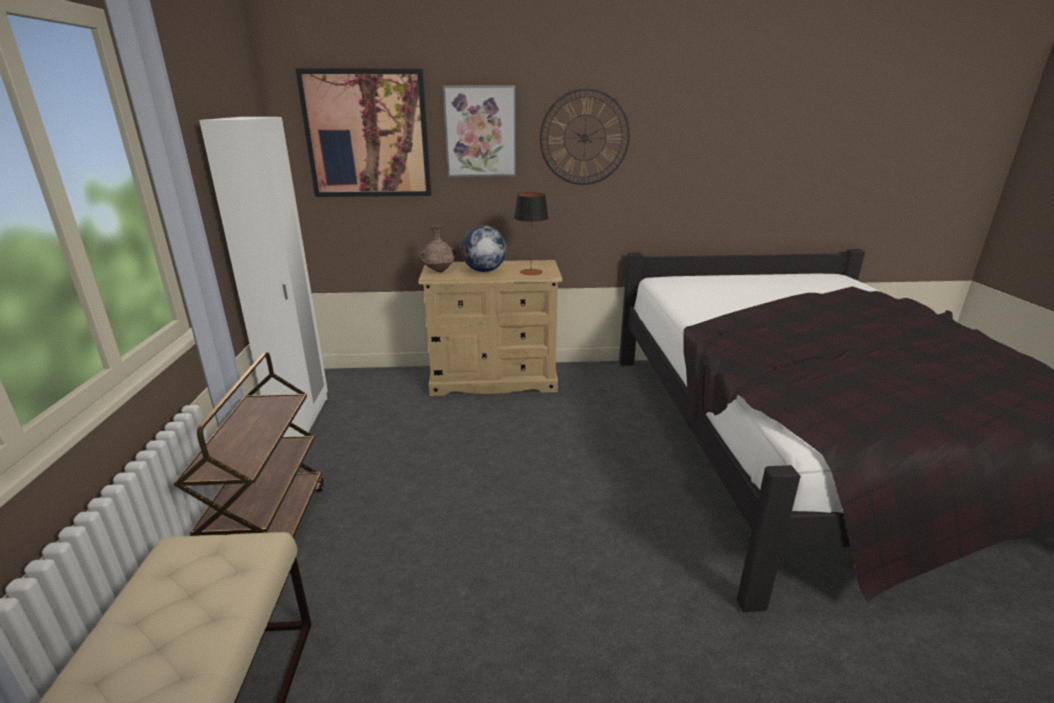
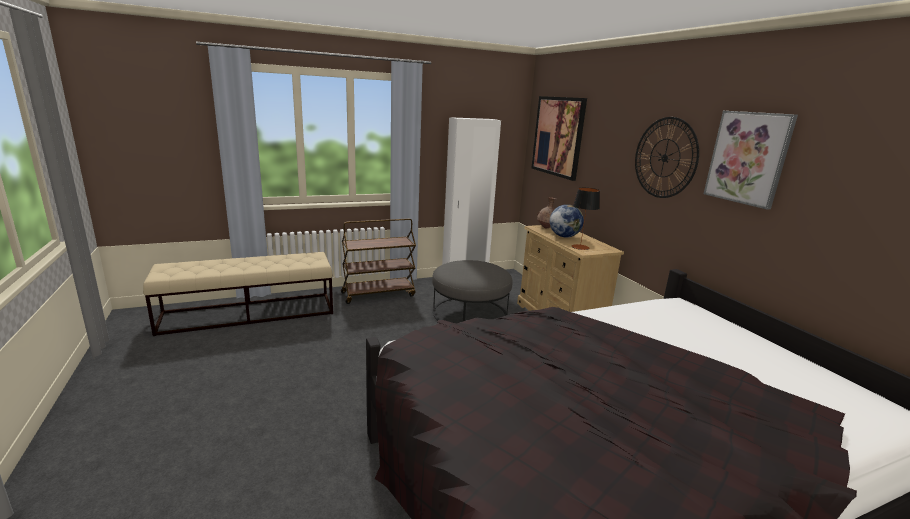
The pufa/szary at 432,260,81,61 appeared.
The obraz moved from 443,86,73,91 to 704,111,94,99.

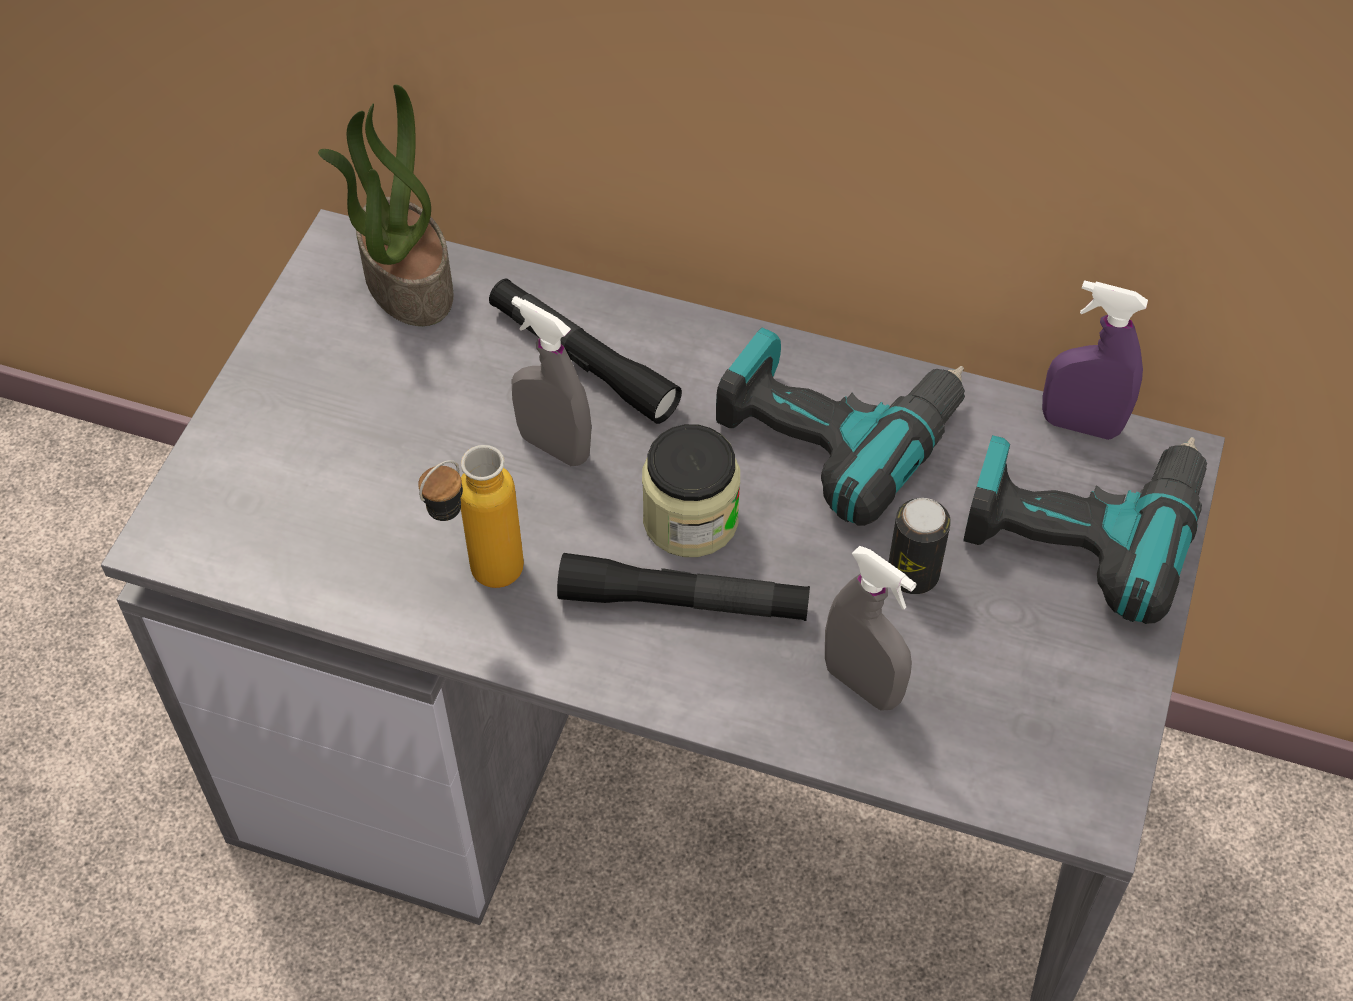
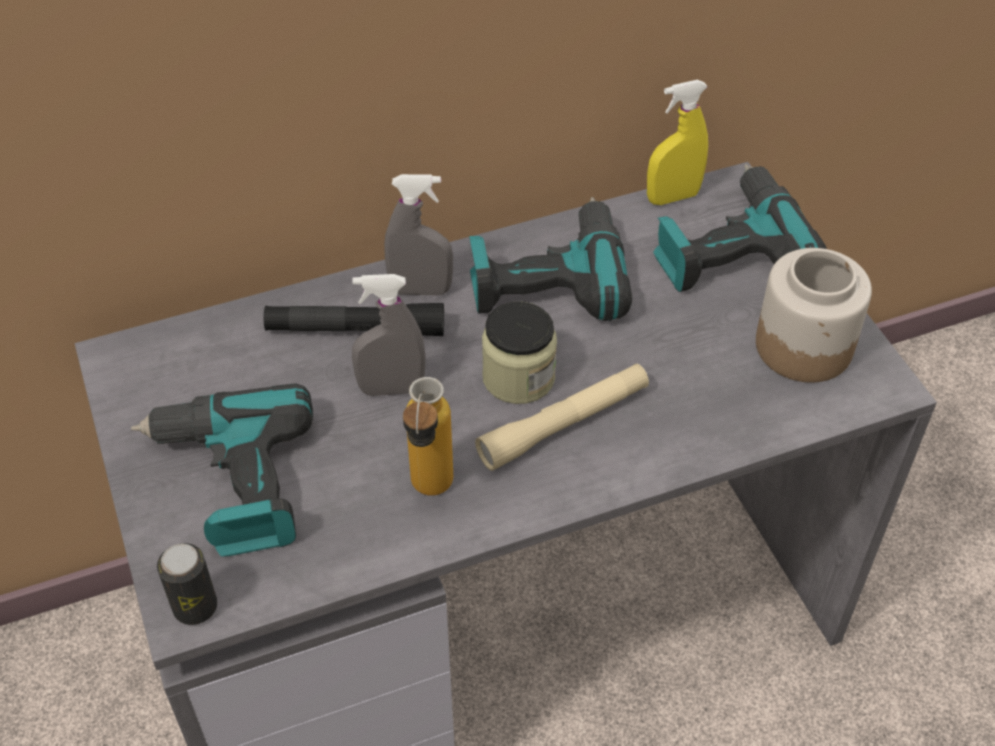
The roślina doniczkowa at 318,84,136,242 disappeared.
The wiertarka at 131,383,182,174 appeared.
The słoik at 756,248,116,135 appeared.
The spryskiwacz/szary moved from 825,546,91,165 to 384,174,69,122.
The puszka moved from 889,498,62,96 to 157,543,60,82.
The latarka/czarny at 557,553,253,68 became the latarka/beżowy at 475,364,174,107.
The spryskiwacz/fioletowy at 1042,280,106,160 became the spryskiwacz/żółty at 647,80,61,125.

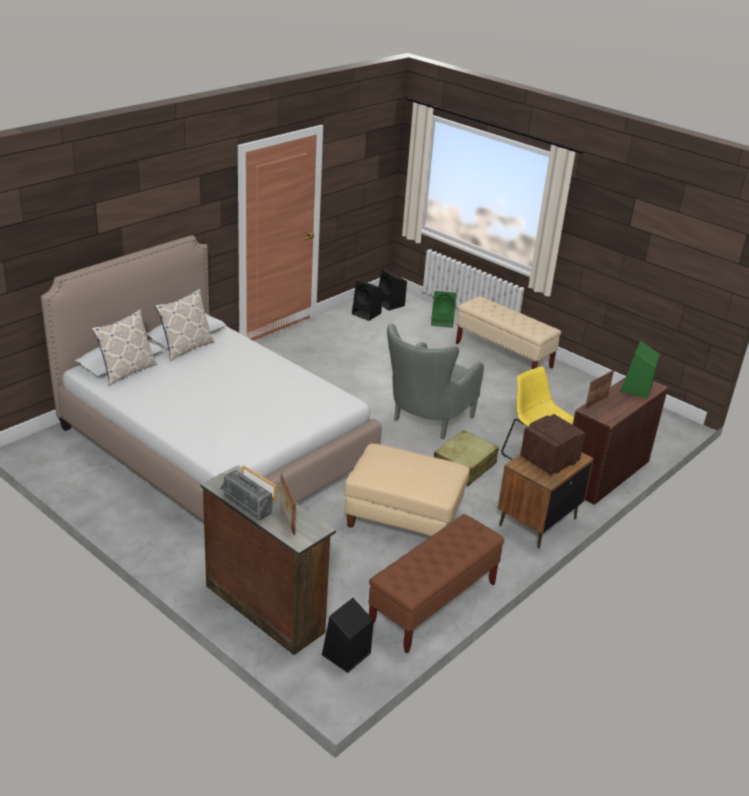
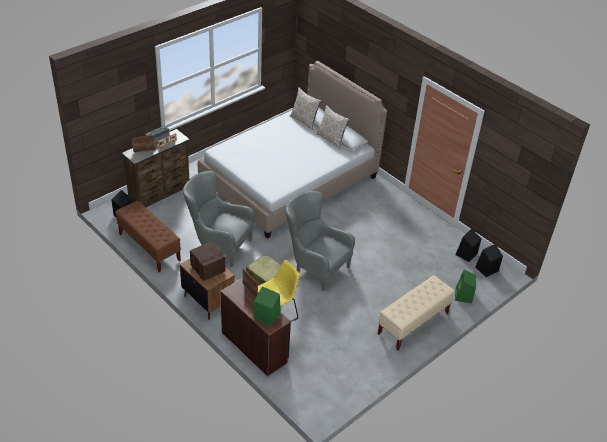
The pufa/beżowy at 344,443,126,93 was replaced by the fotel/szary at 183,171,71,96.

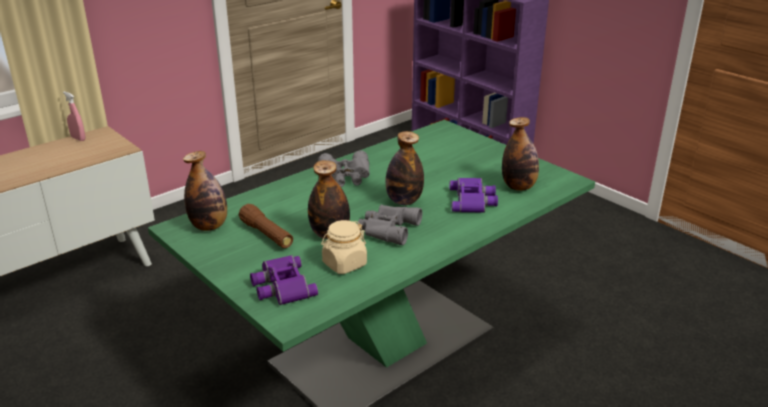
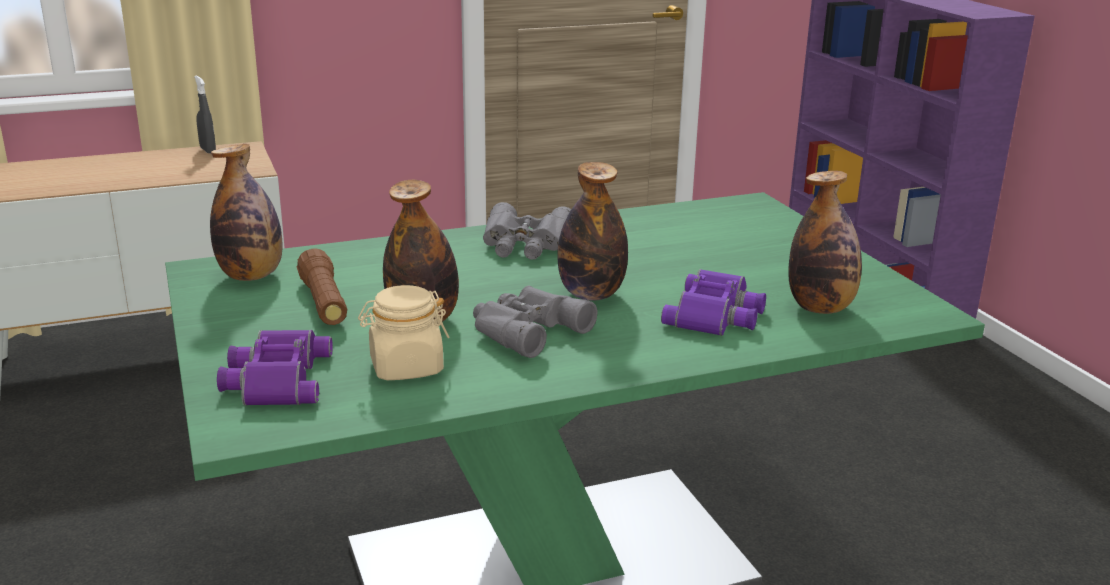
The spryskiwacz/różowy at 63,92,22,49 became the spryskiwacz/szary at 194,76,22,78.

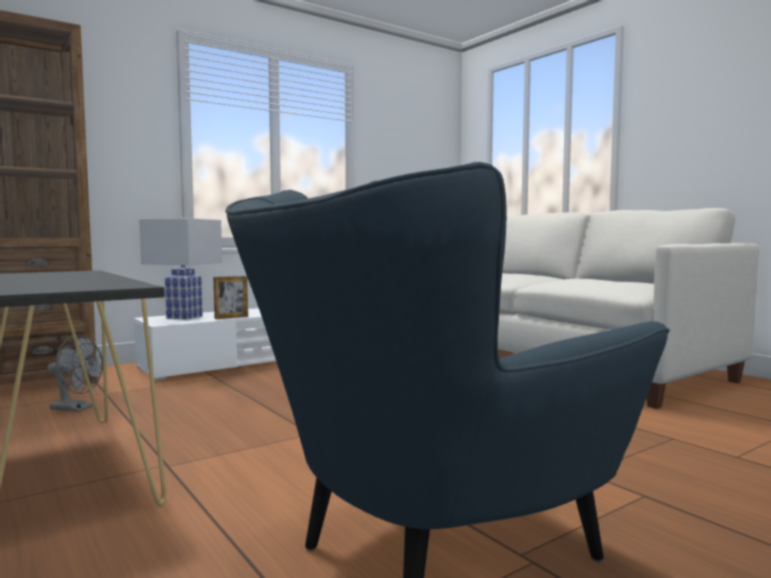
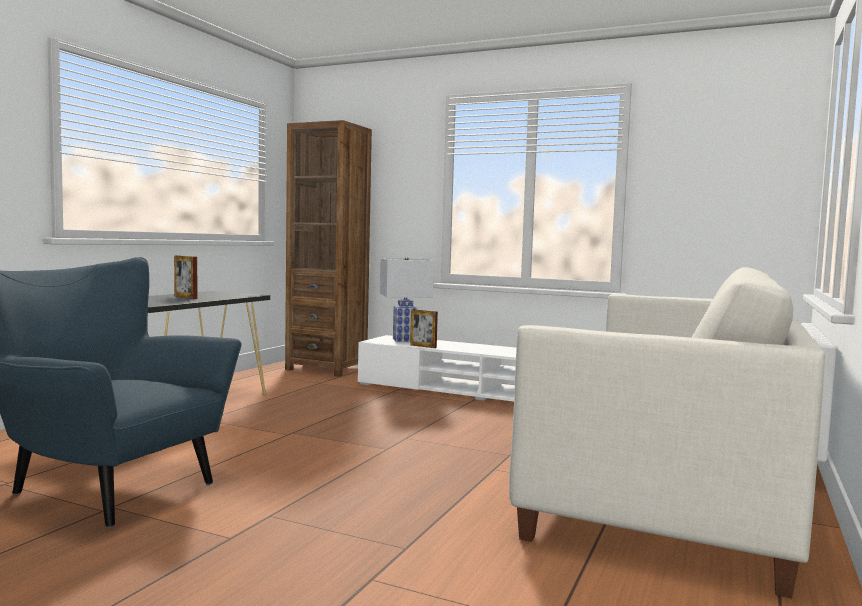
The wentylator/szary at 47,335,56,77 disappeared.
The ramka na zdjęcie at 174,255,23,44 appeared.

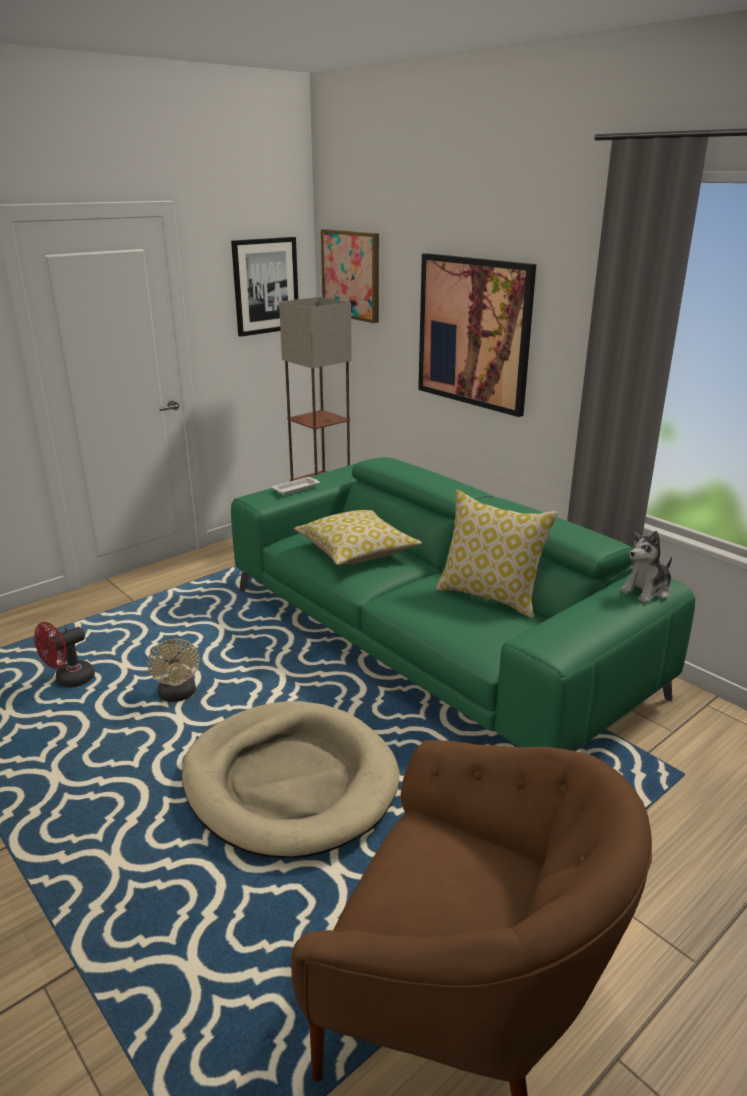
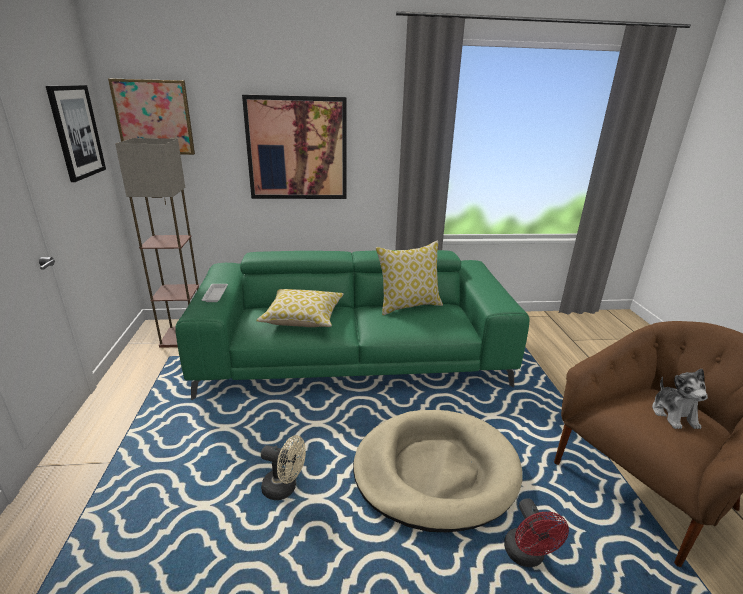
The wentylator/czerwony moved from 34,622,61,66 to 504,498,65,69.
The pluszak moved from 620,531,52,72 to 652,369,56,60.

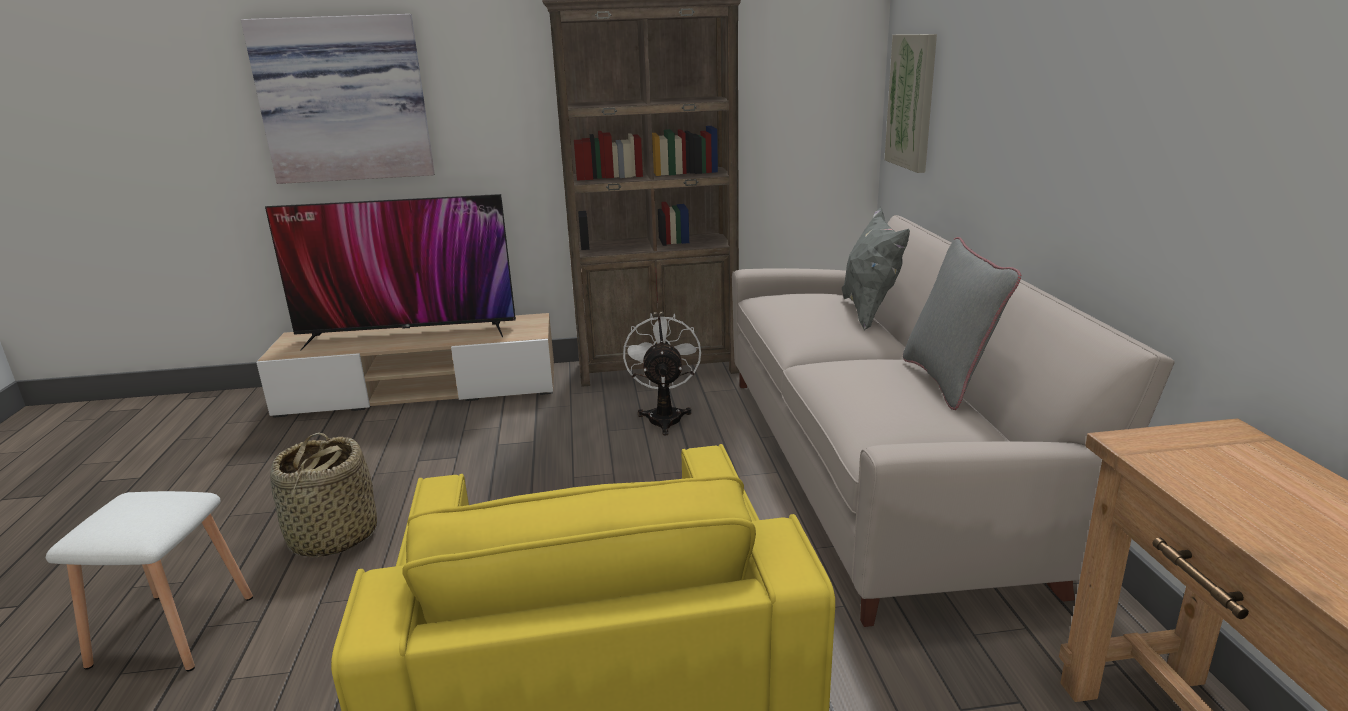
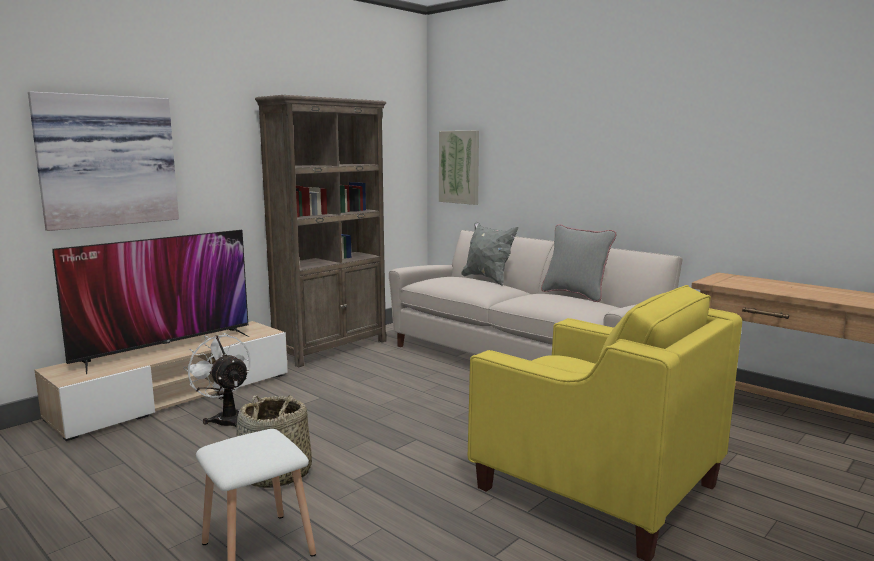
The wentylator/biały moved from 623,313,78,123 to 183,333,68,94.

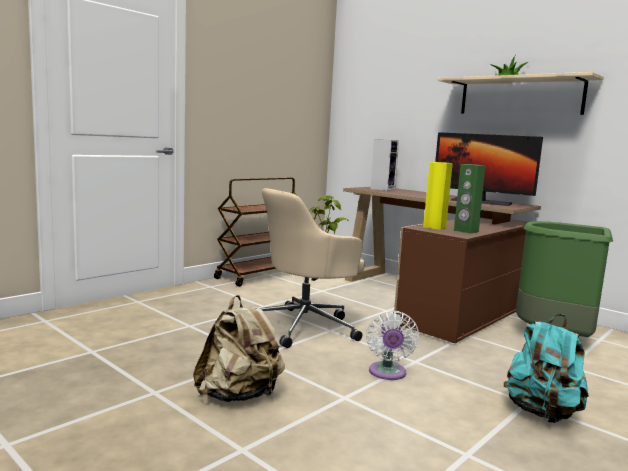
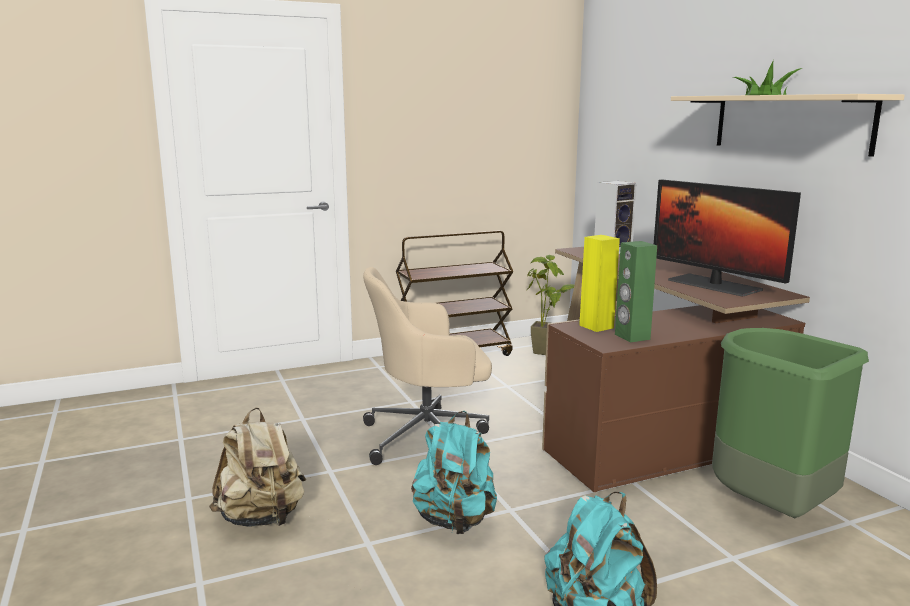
The wentylator/biały at 366,311,53,69 was replaced by the plecak/turkusowy at 411,411,86,123.

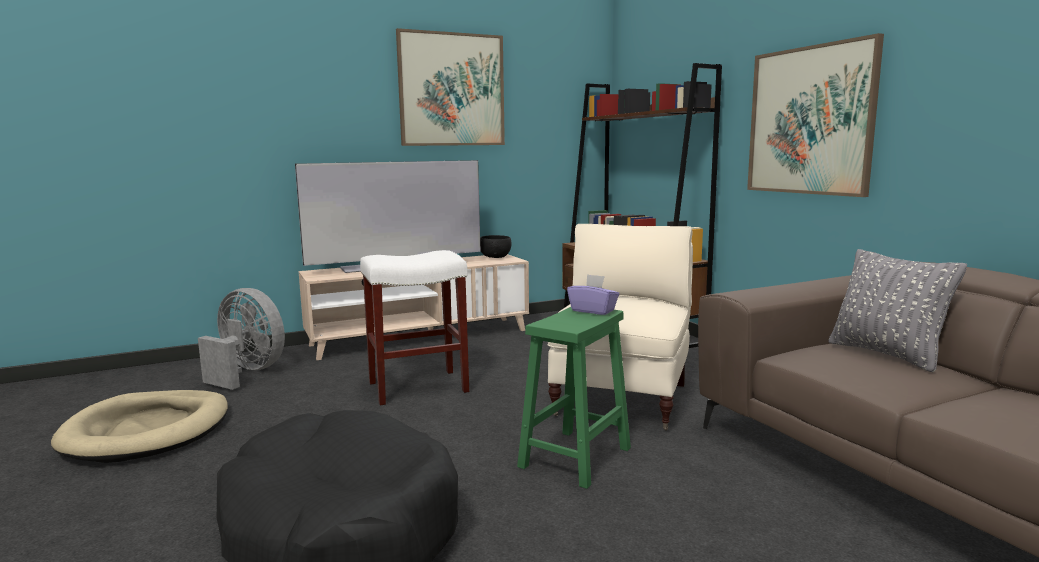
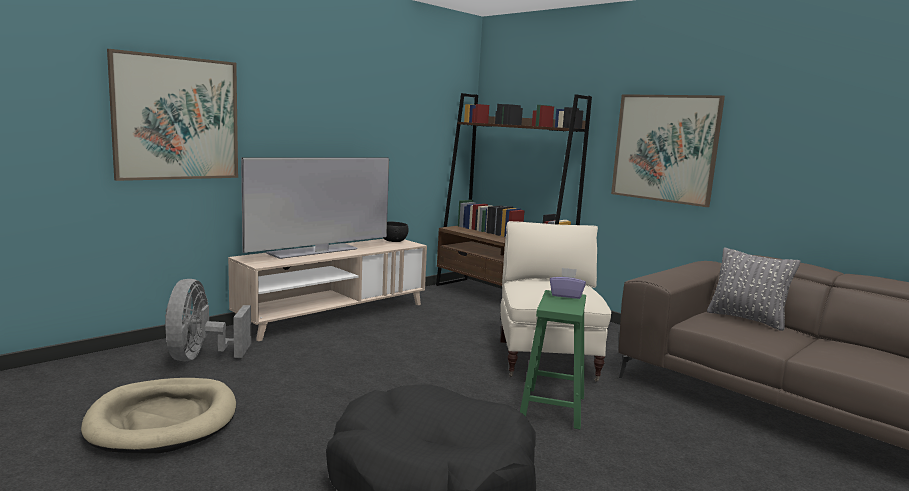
The stołek/biały at 360,250,109,155 disappeared.
The obraz moved from 396,28,109,118 to 107,49,131,132.
The wentylator/szary at 198,288,87,102 turned 105 degrees counterclockwise.

